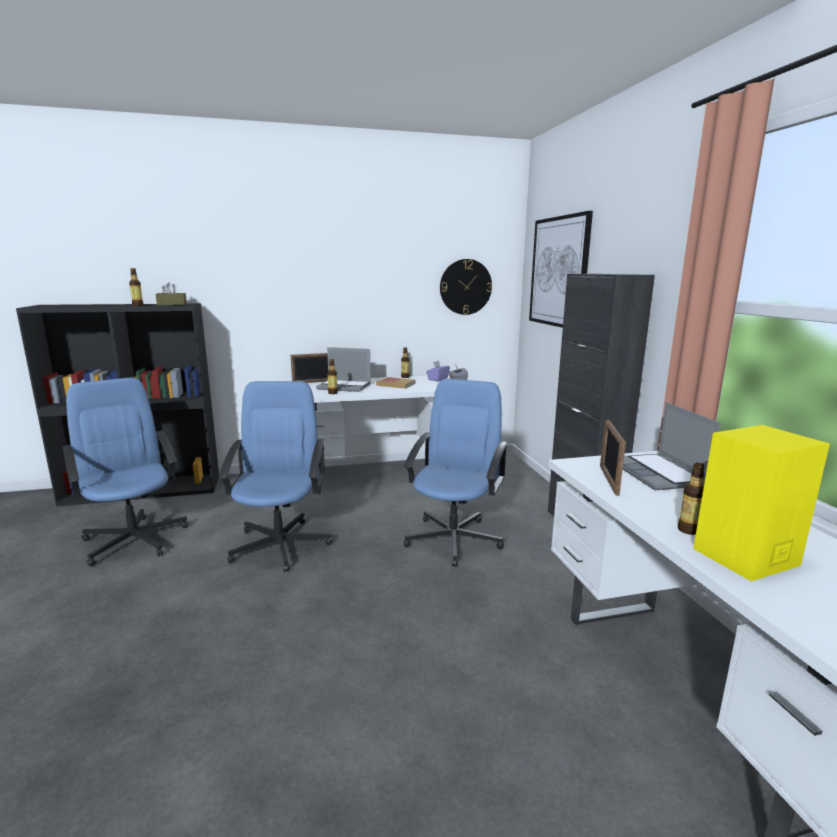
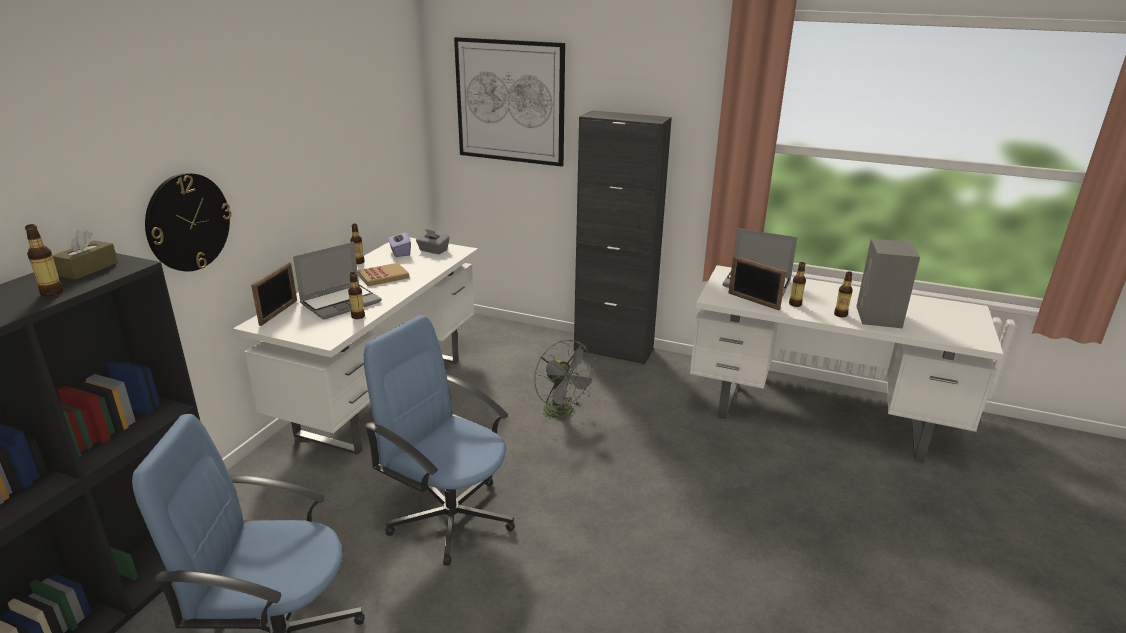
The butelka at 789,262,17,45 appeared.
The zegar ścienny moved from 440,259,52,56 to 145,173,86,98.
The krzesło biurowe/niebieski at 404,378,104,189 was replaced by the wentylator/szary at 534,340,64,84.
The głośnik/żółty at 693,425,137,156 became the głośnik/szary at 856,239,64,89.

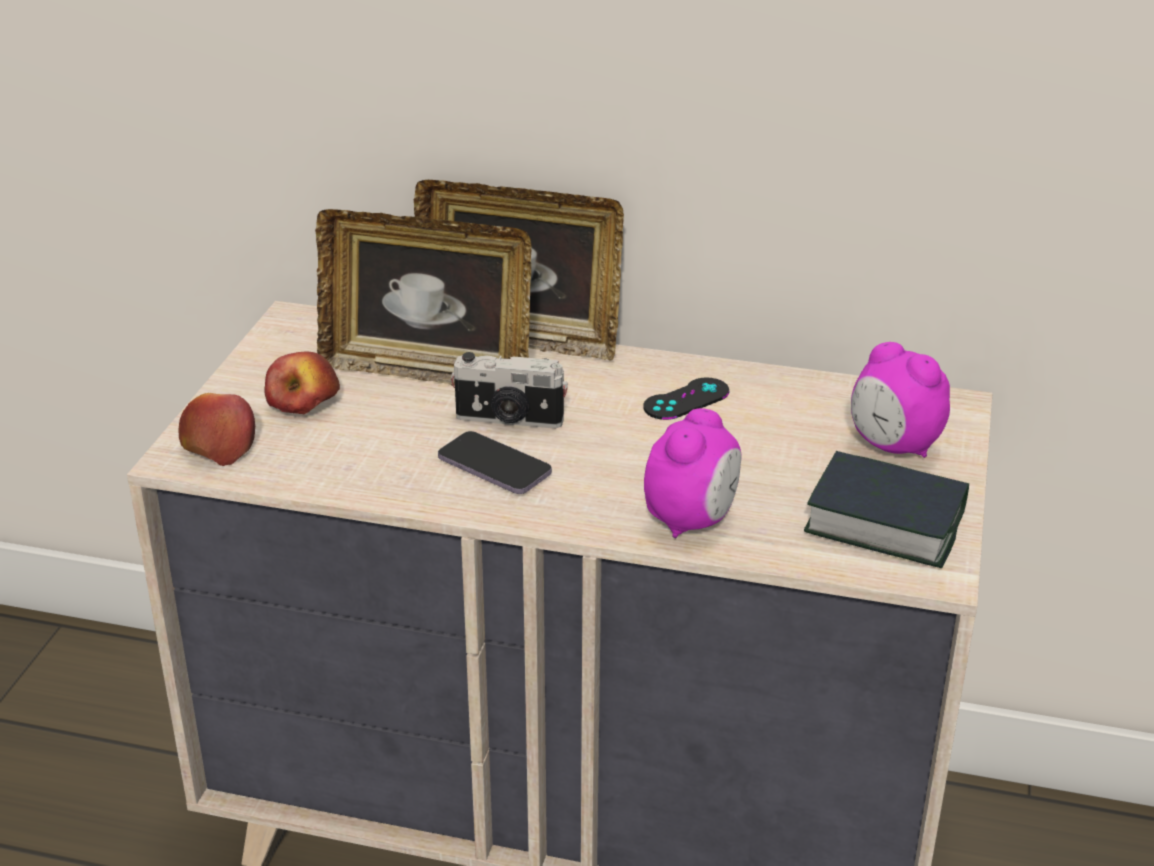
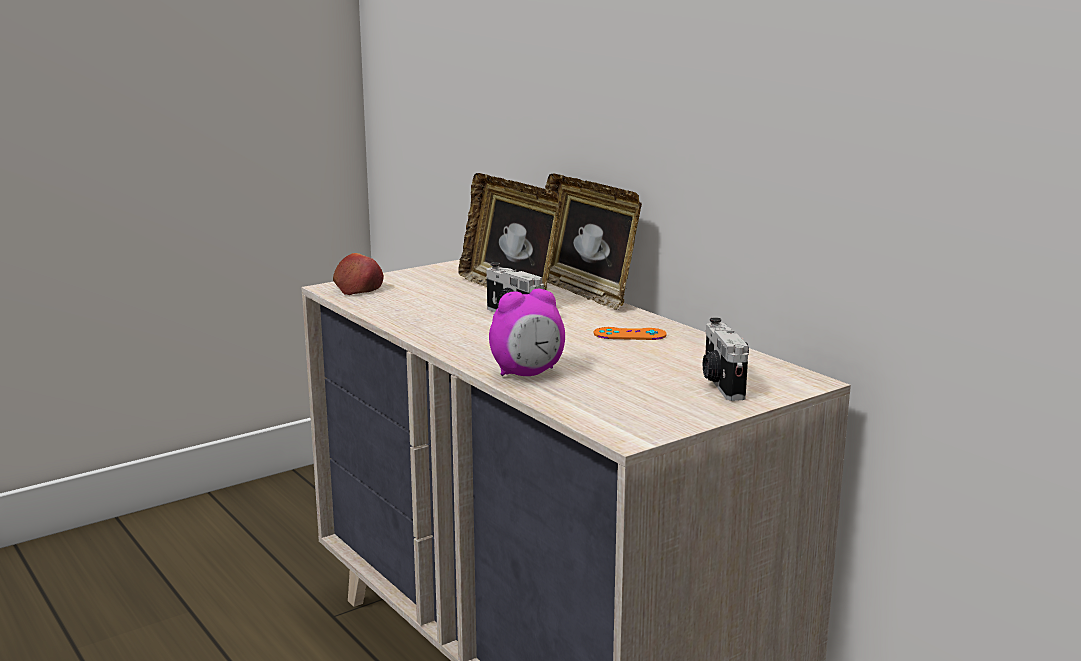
The jabłko at 264,351,76,63 disappeared.
The telefon at 438,431,114,63 disappeared.
The książka at 804,451,165,117 disappeared.
The budzik at 851,342,99,116 was replaced by the aparat fotograficzny at 703,317,46,84.
The pad do gier/czarny at 643,378,87,42 became the pad do gier/pomarańczowy at 594,327,73,13.

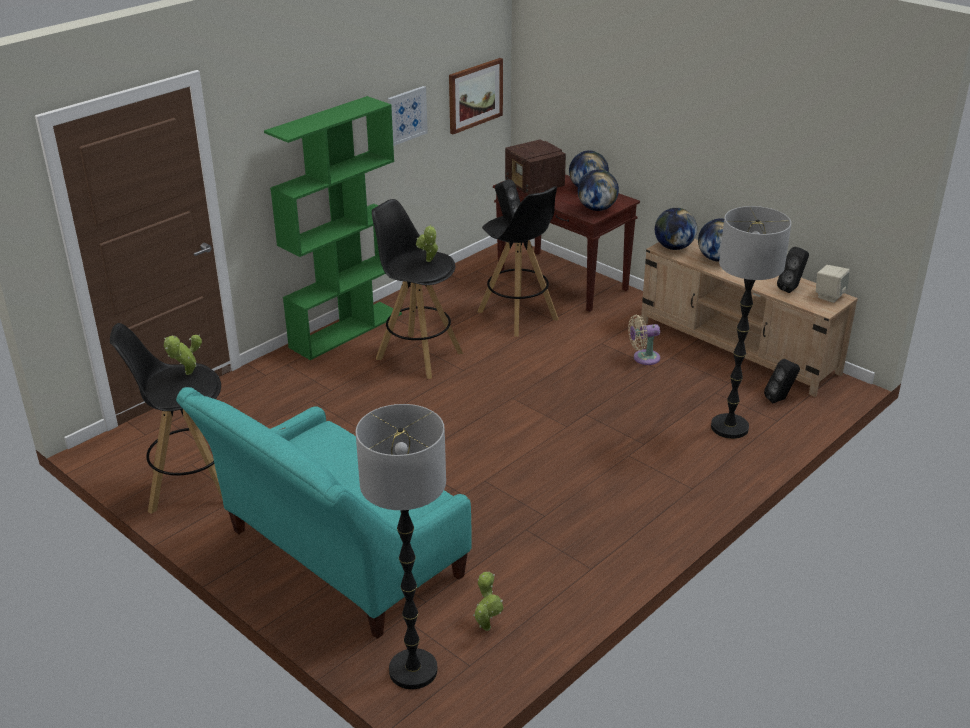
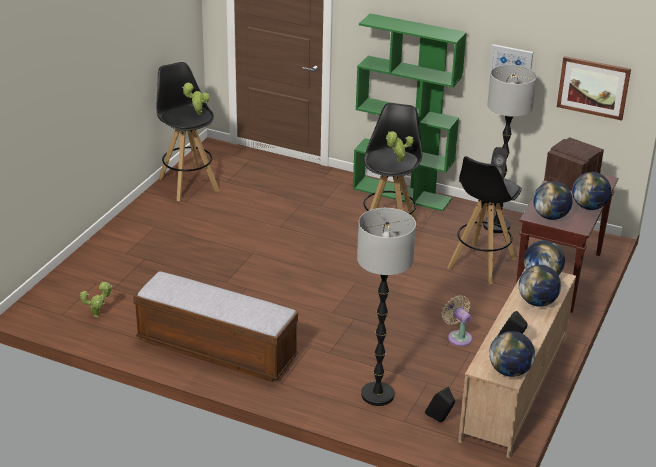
The kanapa/turkusowy at 176,387,296,252 disappeared.
The ławka at 133,271,165,111 appeared.
The lampa stojąca moved from 356,404,90,285 to 483,65,54,168.
The głośnik/beżowy at 816,265,33,38 was replaced by the globus at 489,331,46,46.

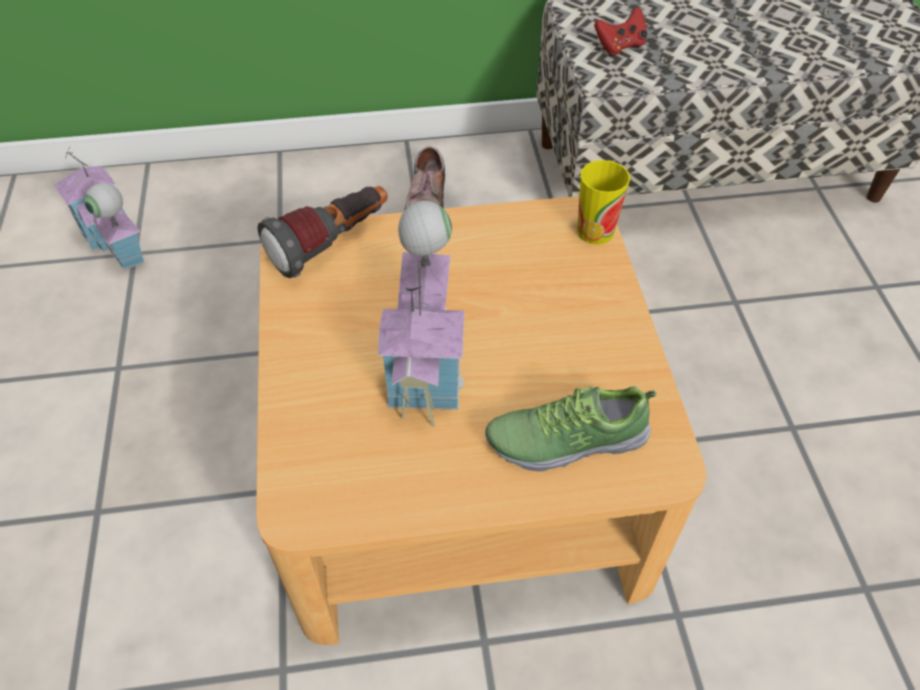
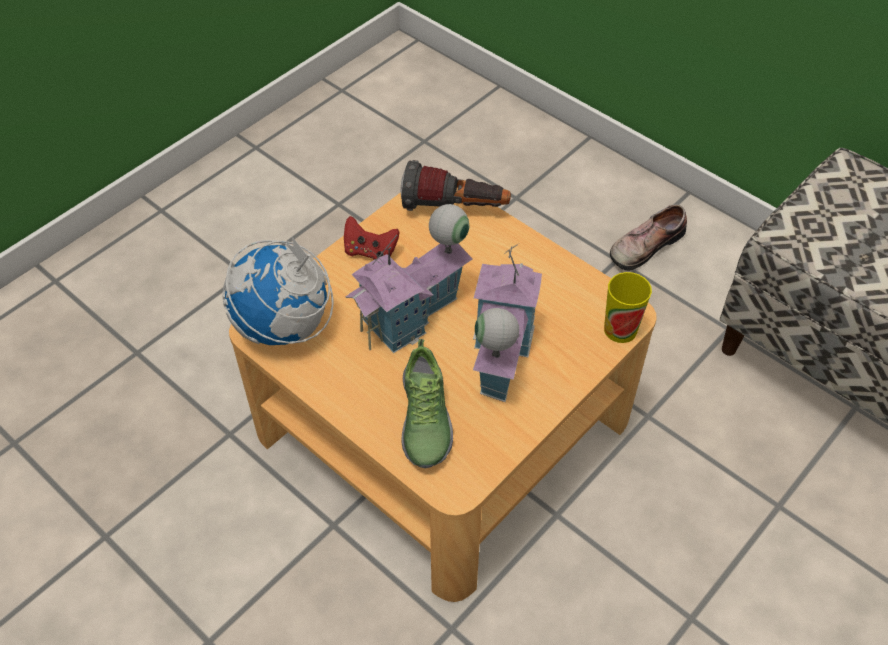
The globus at 223,237,111,108 appeared.
The domek moved from 53,146,92,124 to 473,243,69,159.
The pad do gier/czerwony moved from 594,7,53,48 to 344,216,56,43.
The but at 485,386,172,86 turned 135 degrees counterclockwise.

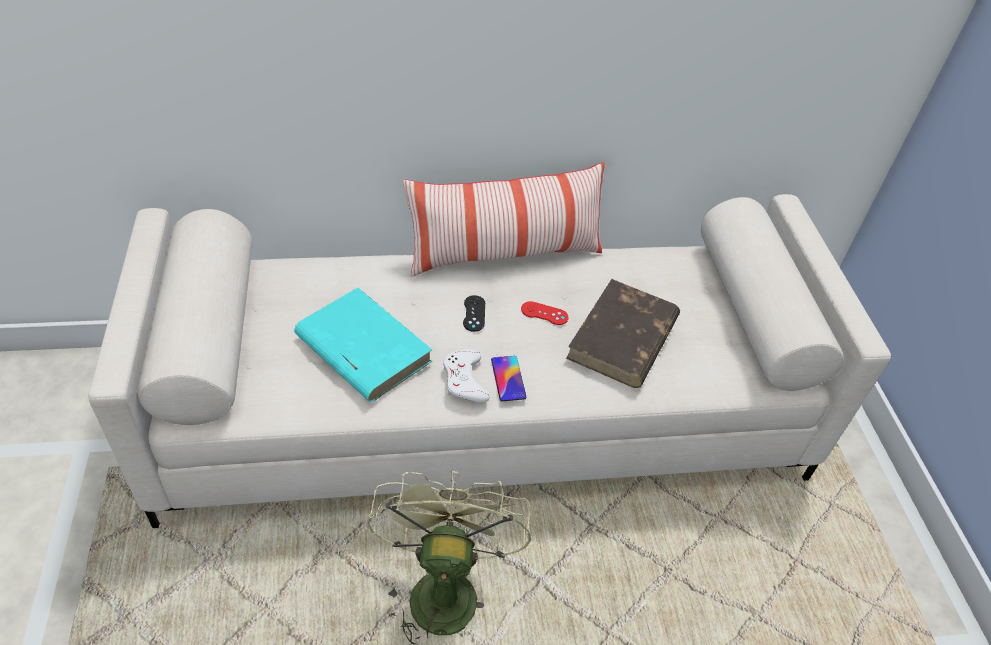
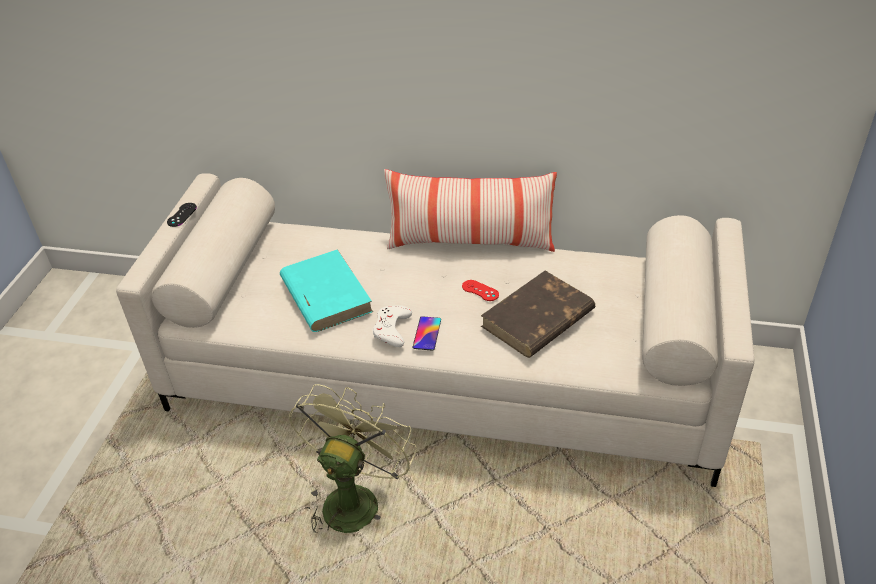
The pad do gier/czarny moved from 463,295,22,37 to 167,203,30,24.

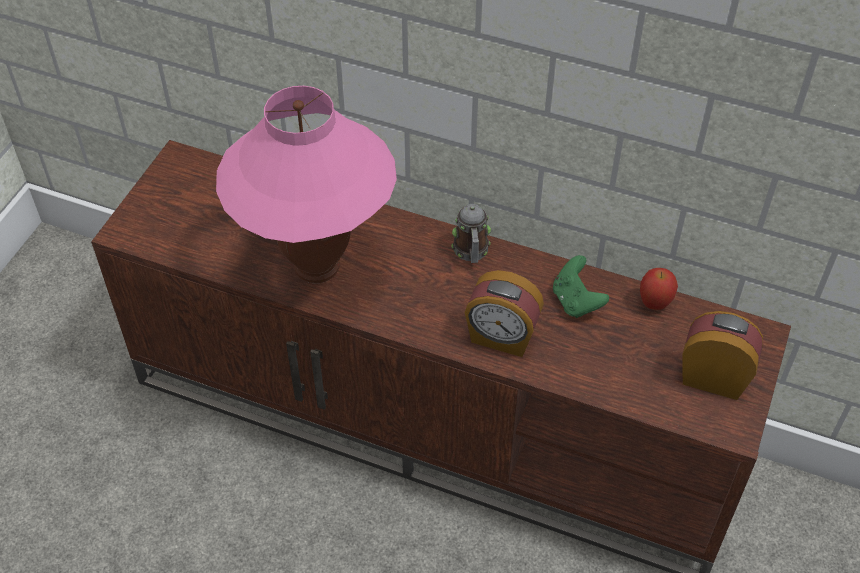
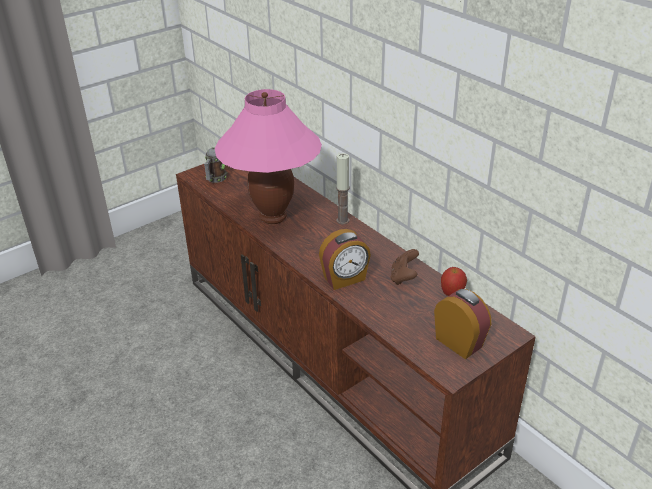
The świeca at 336,153,14,71 appeared.
The kubek moved from 451,204,40,59 to 204,147,23,36.
The pad do gier/zielony at 553,255,56,63 became the pad do gier/brązowy at 390,249,29,36.
The budzik at 465,270,79,87 turned 75 degrees counterclockwise.

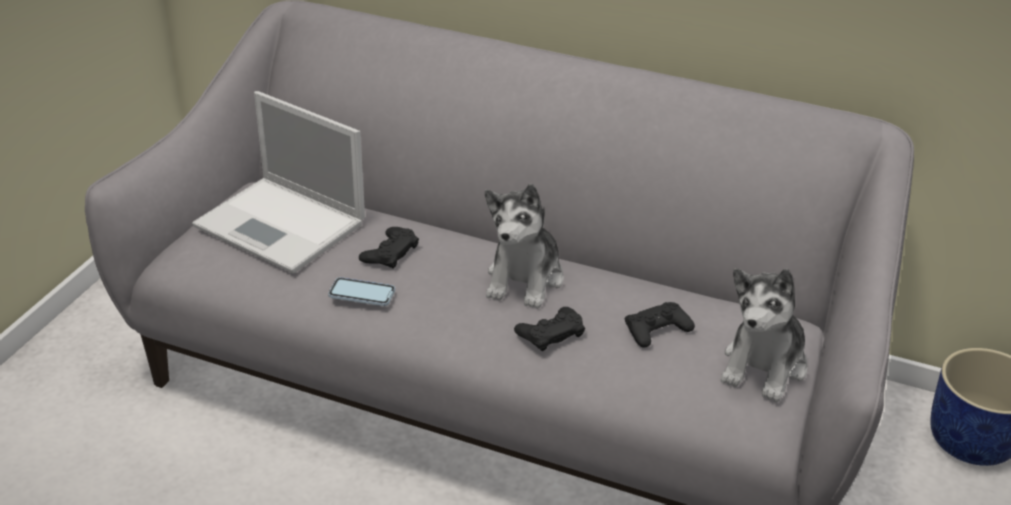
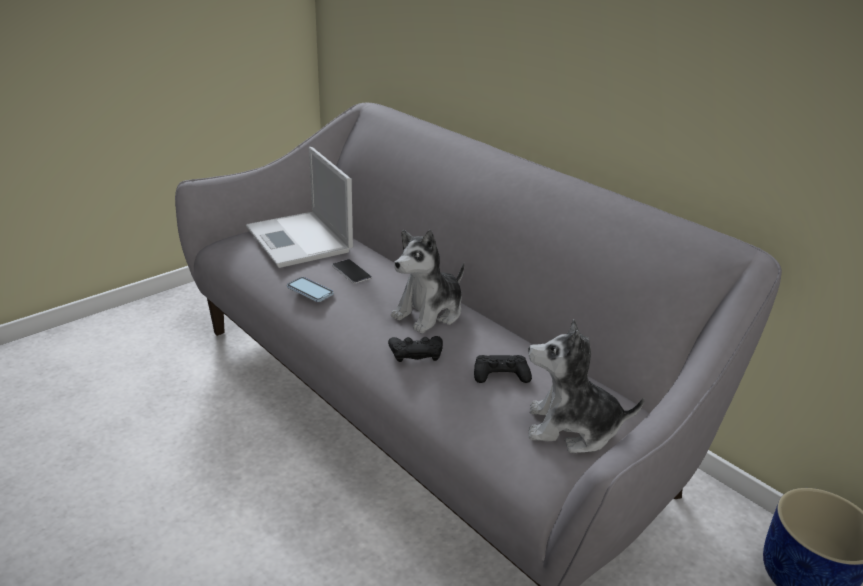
The pad do gier/czarny at 359,227,60,42 was replaced by the telefon at 332,259,40,25.
The pluszak at 721,268,86,134 turned 45 degrees clockwise.

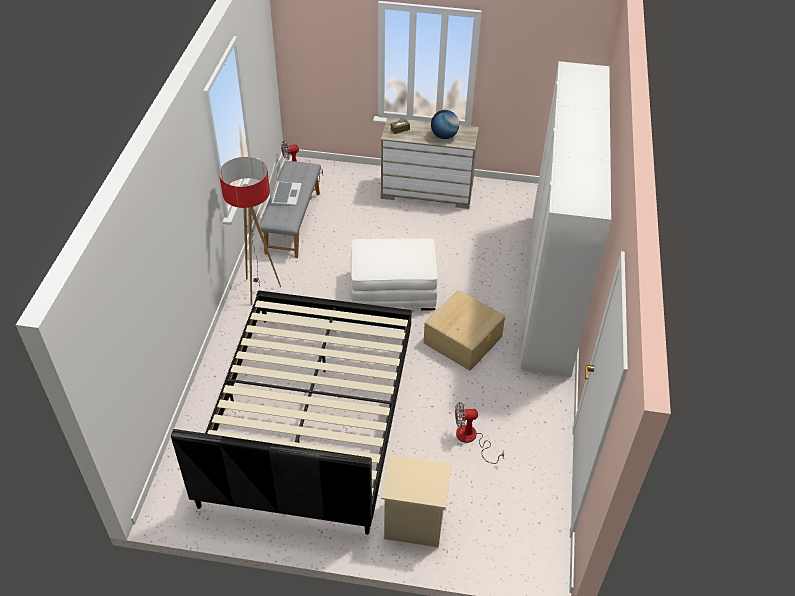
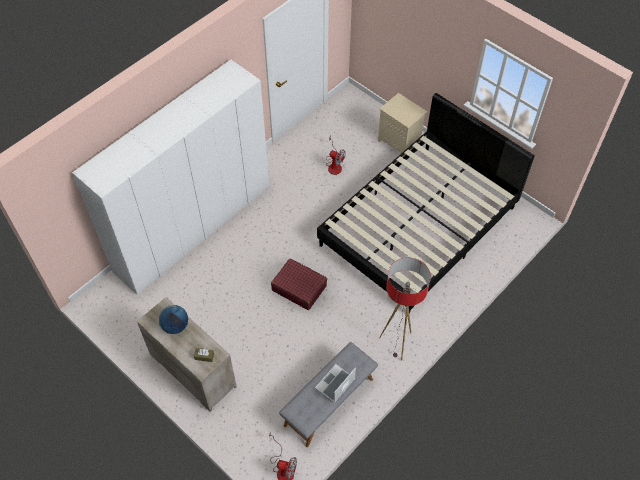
The pojemnik do przechowywania/beżowy at 424,290,81,81 disappeared.
The pufa/biały at 351,238,86,72 was replaced by the walizka/czerwony at 271,259,56,51.

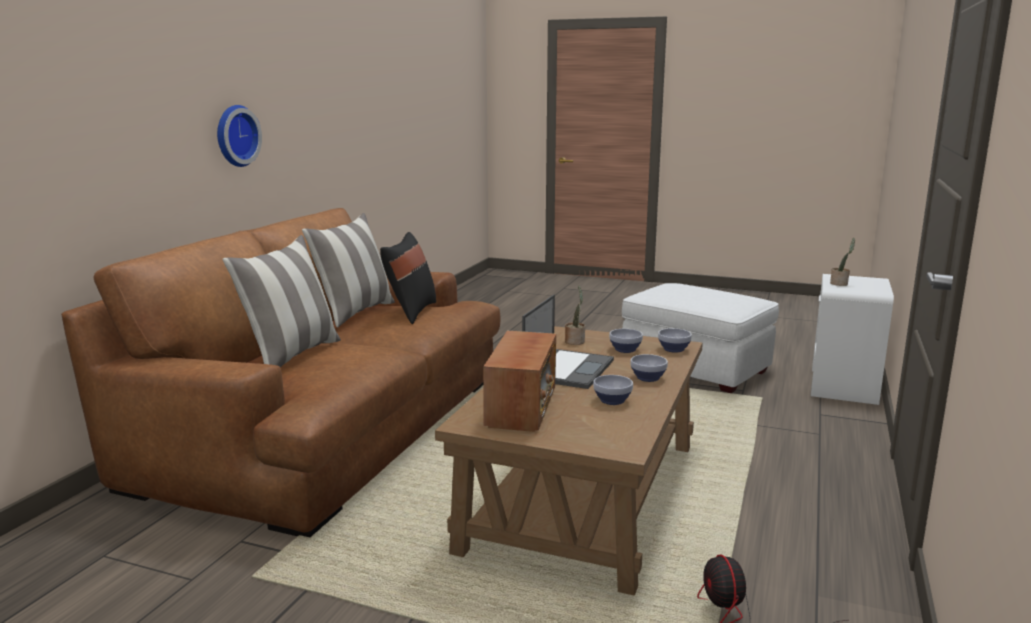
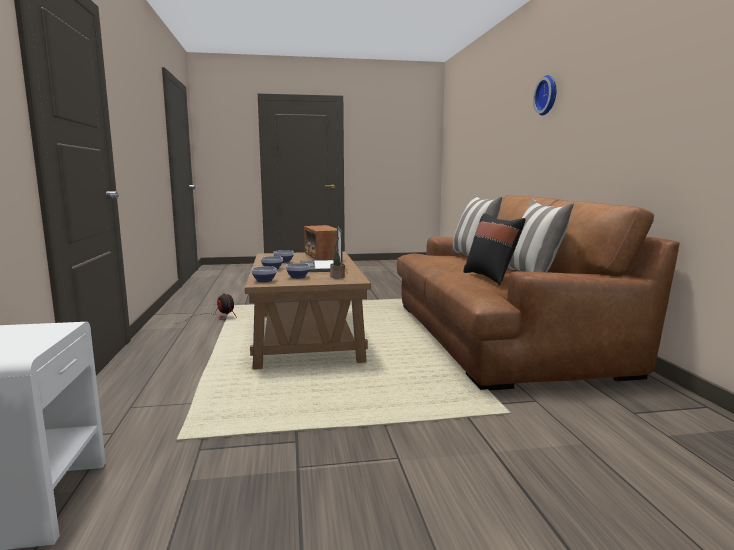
The pufa/biały at 622,283,157,110 disappeared.
The roślina doniczkowa at 830,238,25,48 disappeared.
The zegar ścienny moved from 217,105,45,62 to 533,75,23,40.

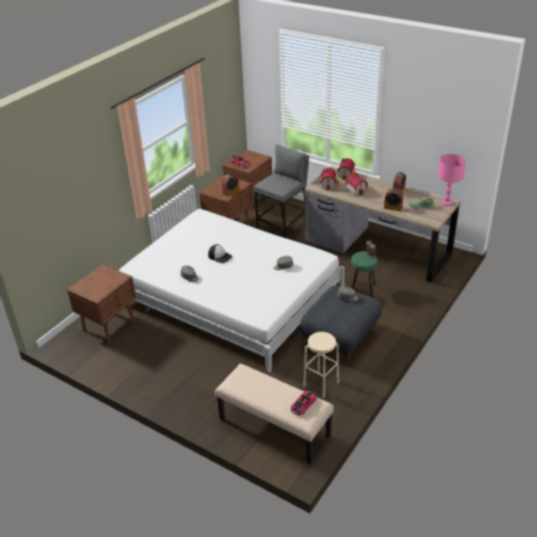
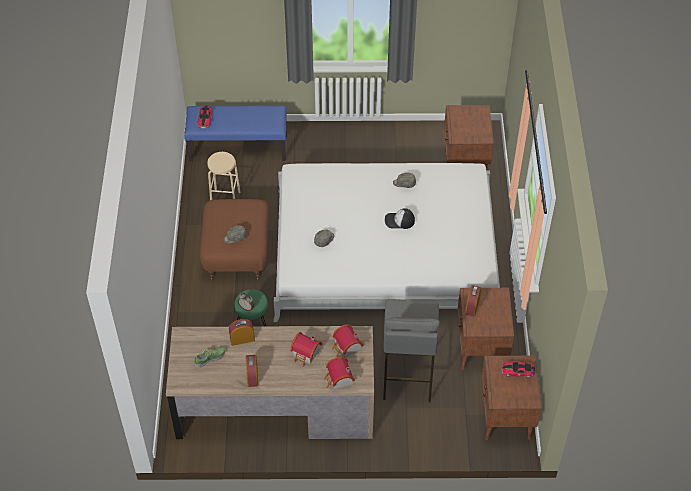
The lampa stołowa/różowy at 438,154,28,52 disappeared.
The ławka/beżowy at 215,364,119,100 became the ławka/niebieski at 184,105,103,56.
The pufa/szary at 300,285,82,80 became the pufa/brązowy at 200,199,69,81.

